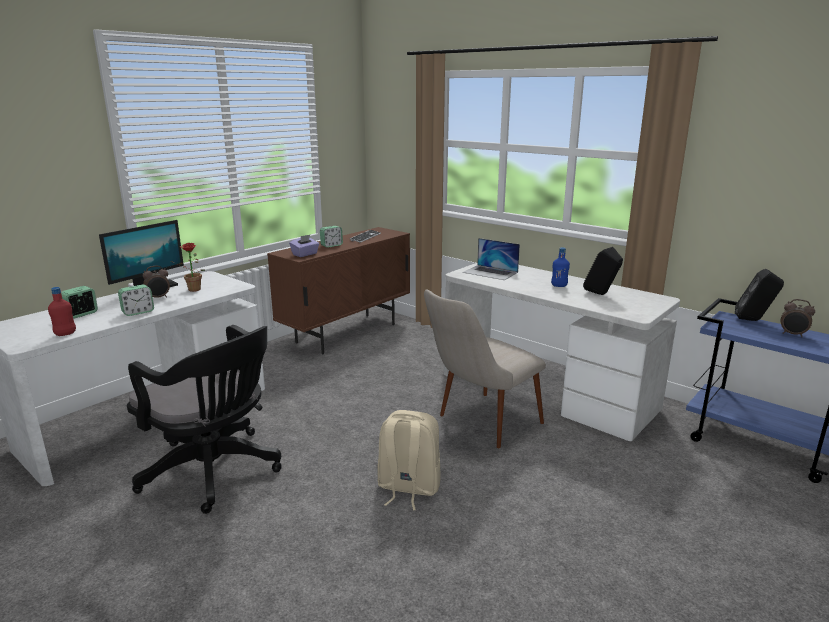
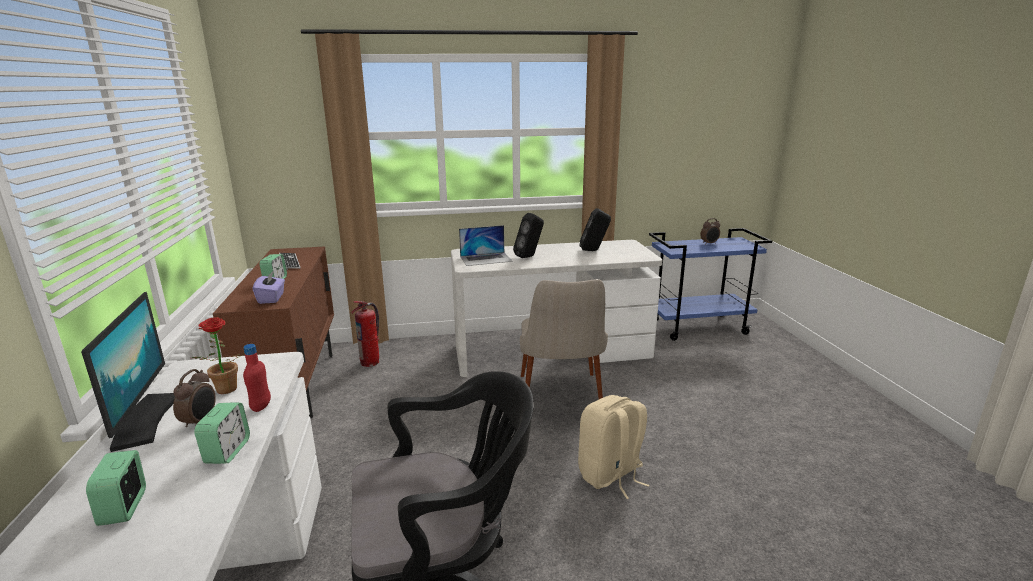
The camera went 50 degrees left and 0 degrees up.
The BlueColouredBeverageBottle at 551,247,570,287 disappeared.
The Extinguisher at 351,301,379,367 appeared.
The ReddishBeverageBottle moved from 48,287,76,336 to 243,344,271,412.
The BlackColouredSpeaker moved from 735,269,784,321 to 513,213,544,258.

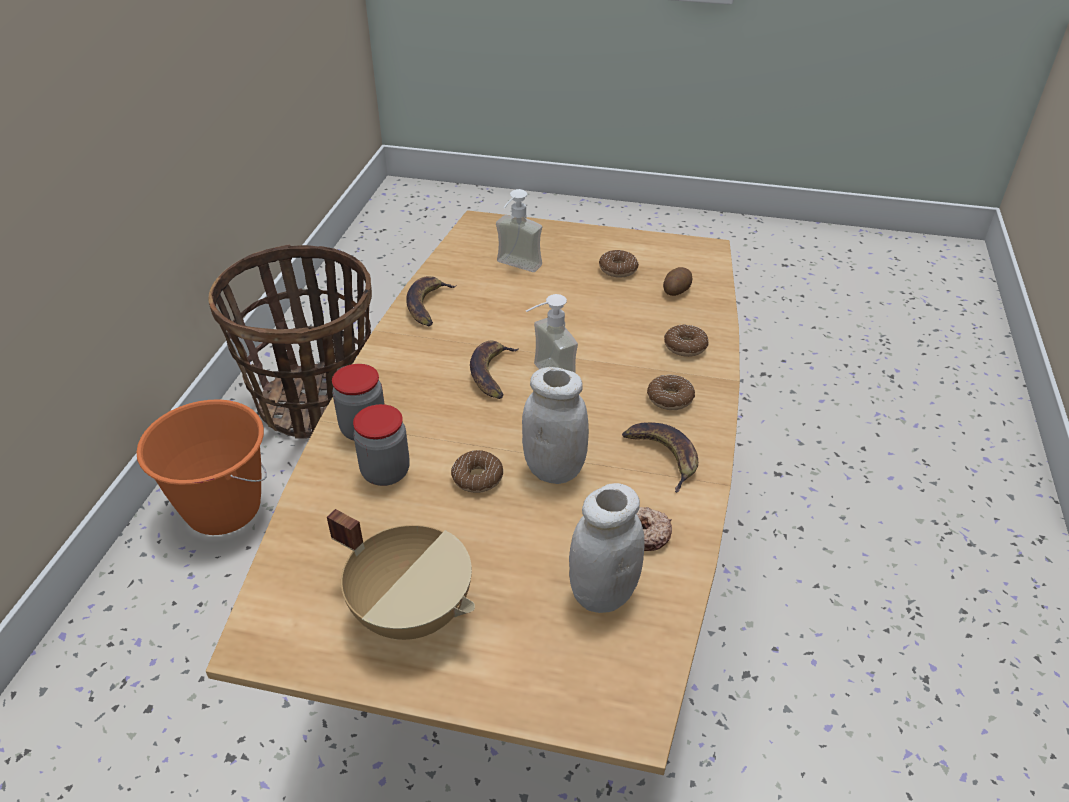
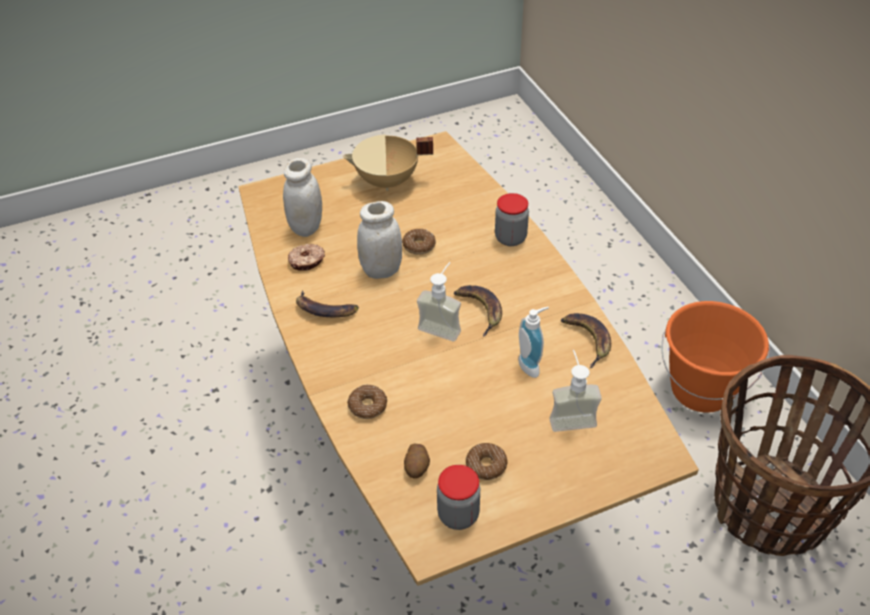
The camera went 145 degrees right and 5 degrees up.
The Doughnut at 647,375,695,410 disappeared.
The SoapBottle at 518,307,549,378 appeared.
The StorageJar moved from 353,404,410,486 to 437,465,480,530.

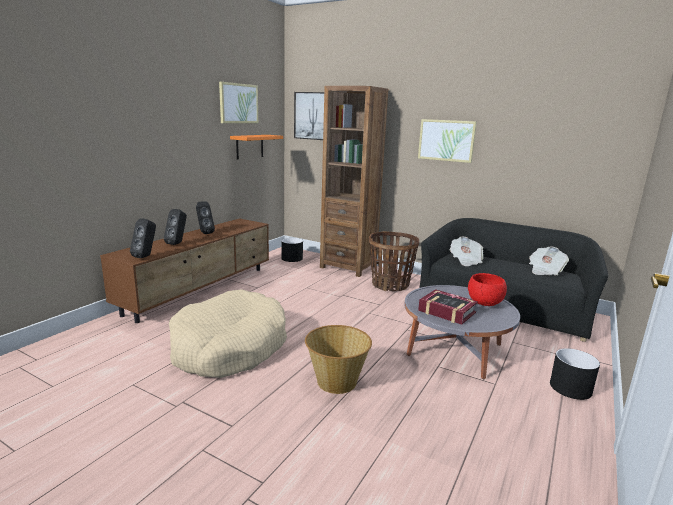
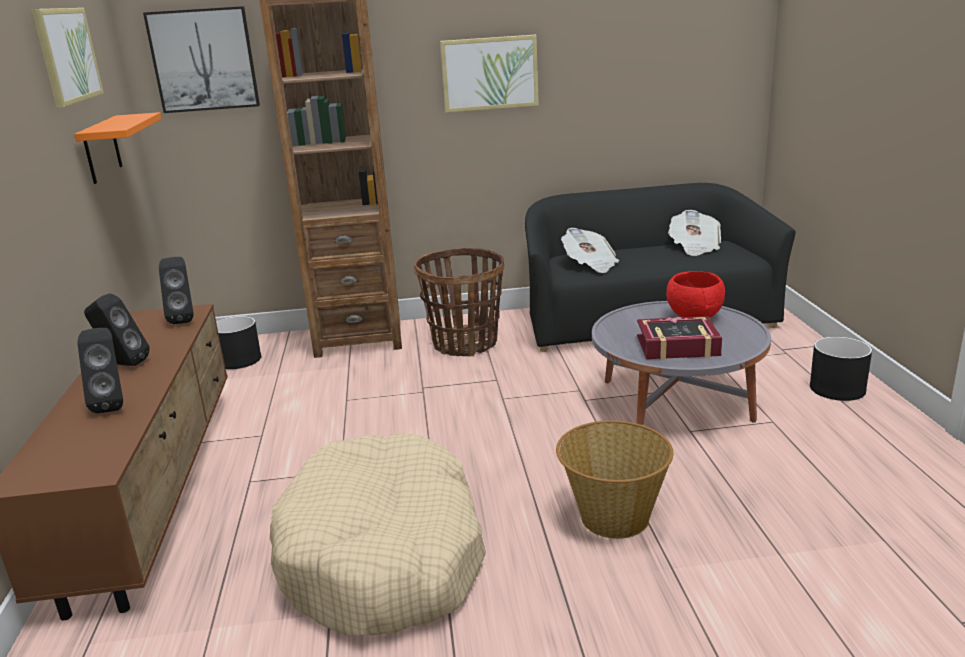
The camera went 35 degrees left and 5 degrees up.
The BlackColouredSpeaker moved from 130,218,156,258 to 159,257,194,324.

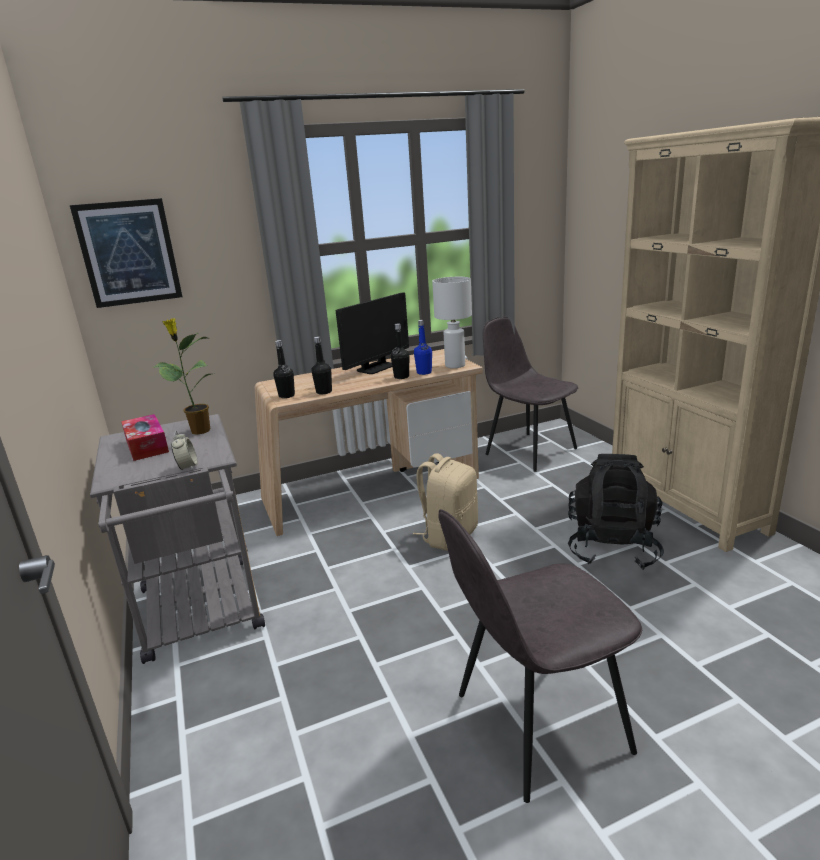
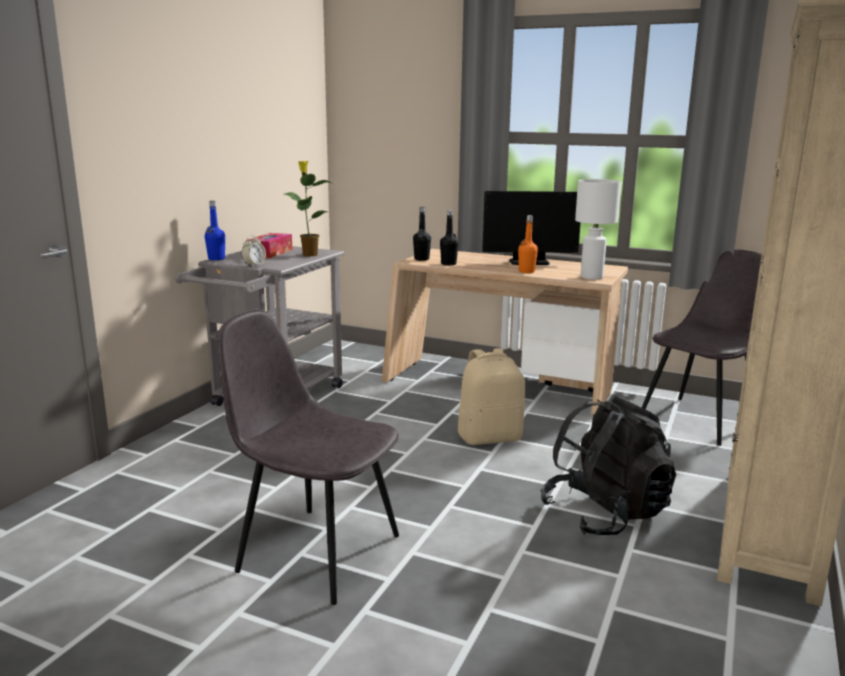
The camera went 45 degrees right and 5 degrees down.
The Picture at 70,198,182,308 disappeared.
The BlueColouredBeverageBottle moved from 414,320,432,375 to 205,201,225,260.
The BlackColouredBeverageBottle at 391,324,409,379 became the OrangeBeverageBottle at 518,215,538,273.
The GreyPlainChair at 483,317,578,472 turned 45 degrees clockwise.

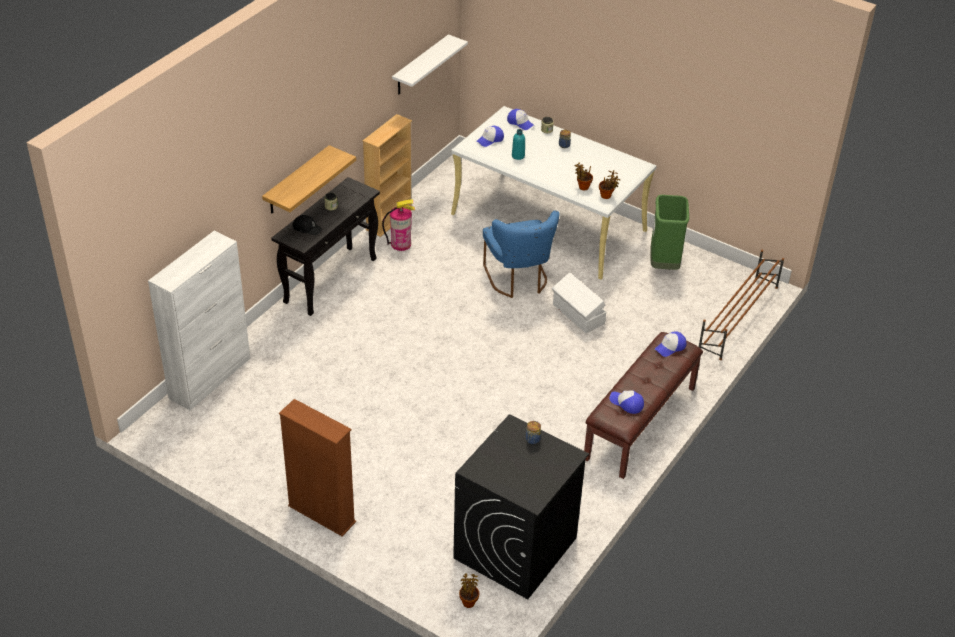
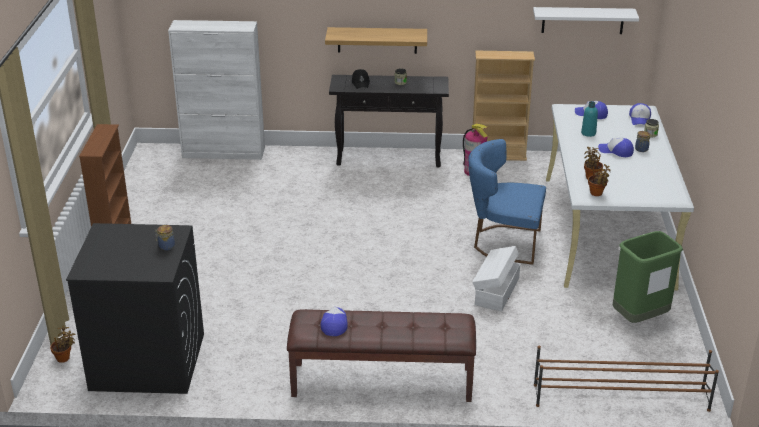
The camera went 60 degrees right and 10 degrees down.
The BaseballCap moved from 655,331,687,357 to 598,137,634,157.
The BlueColouredPlainChair at 483,210,559,298 turned 60 degrees clockwise.

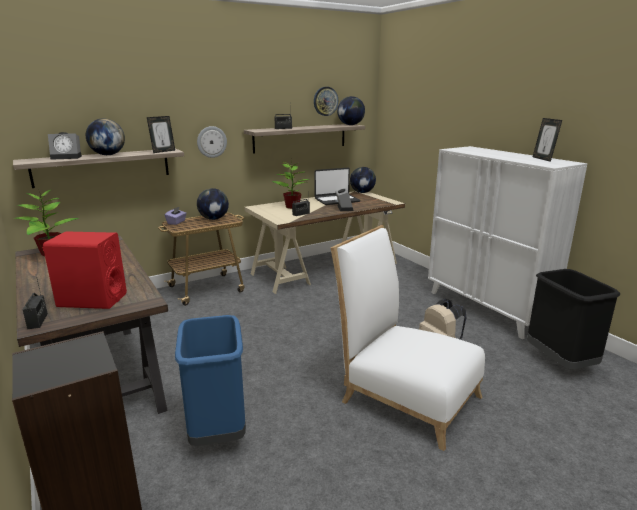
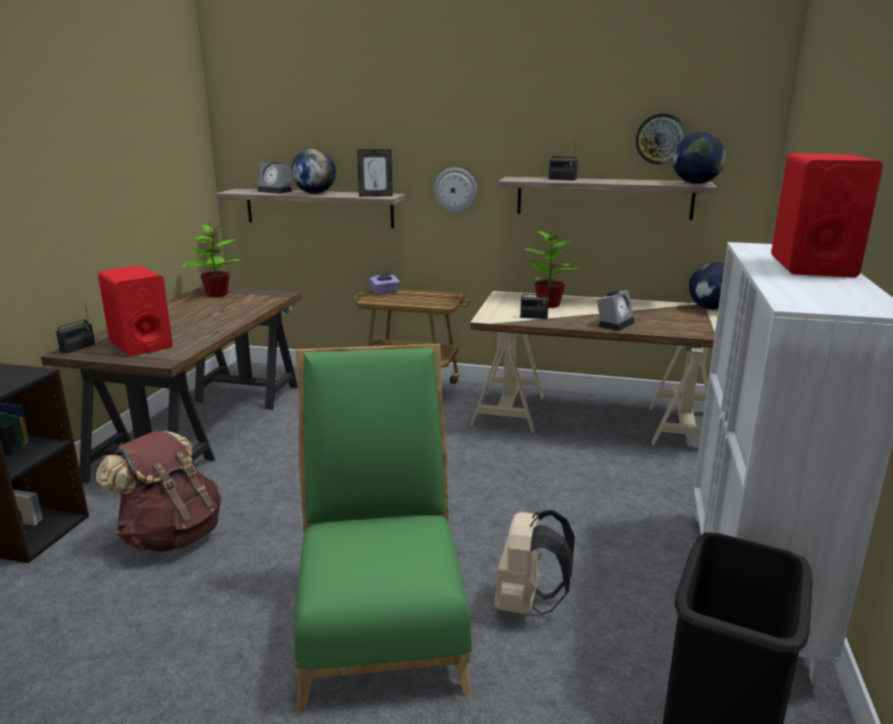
The camera went 45 degrees right and 0 degrees up.
The Globe at 197,188,229,220 disappeared.
The Laptop at 314,168,360,205 disappeared.
The PhotoFrame at 533,118,562,162 disappeared.
The ReddishSpeaker at 771,153,883,277 appeared.
The BlueColouredRubbishBin at 175,315,246,446 was replaced by the BrownishRucksack at 96,430,221,552.
The WhitishPlainChair at 331,225,485,451 became the GreenColouredPlainChair at 294,344,472,713.

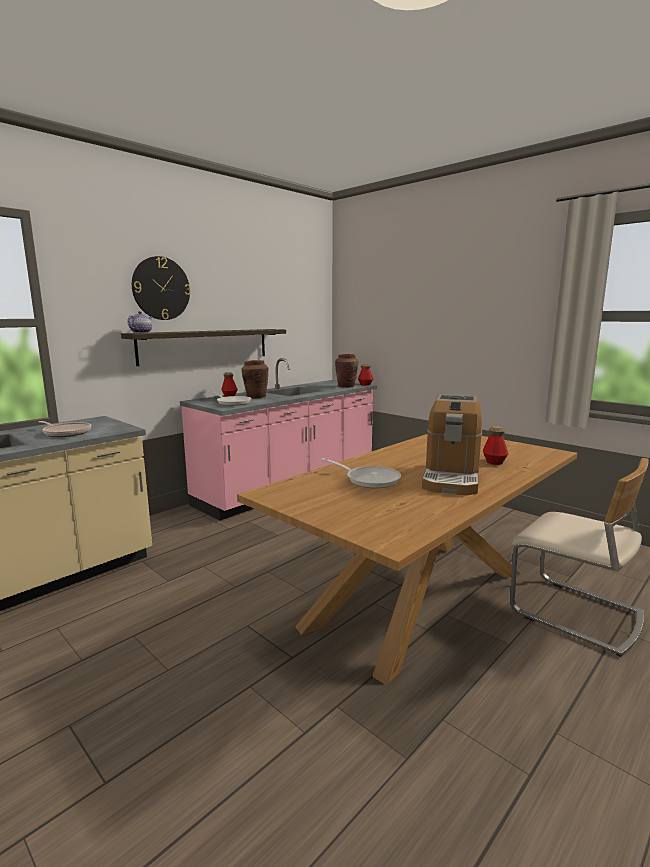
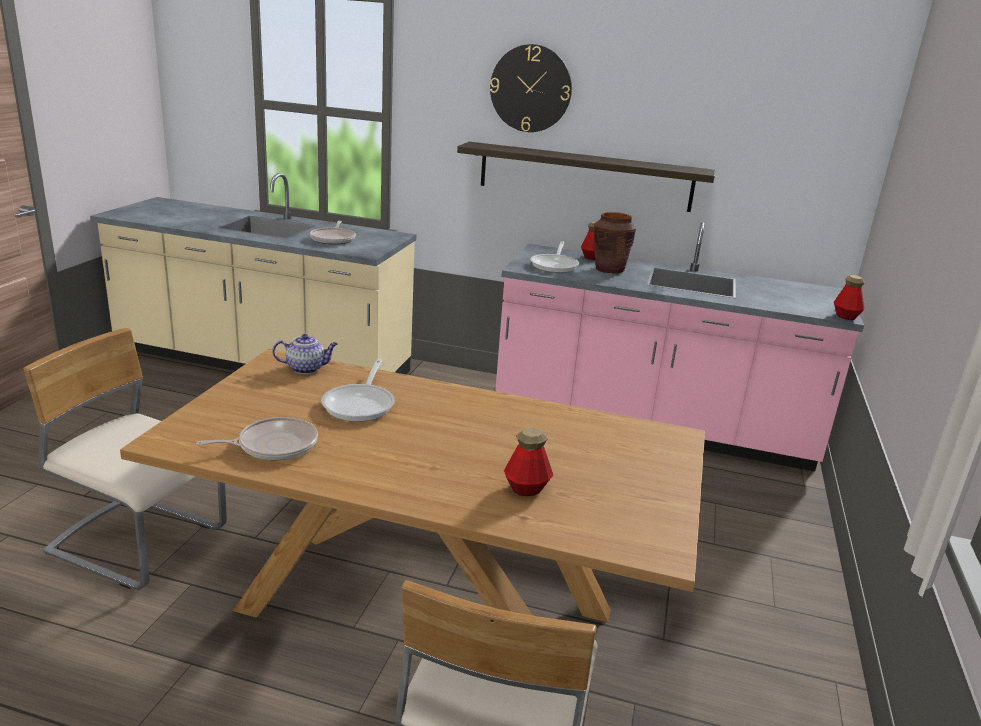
The camera went 60 degrees right and 10 degrees up.
The BrownishFlowerVase at 335,354,359,388 disappeared.
The CoffeeBrewer at 422,395,482,496 disappeared.
The SandColouredPlainChair at 23,328,227,590 appeared.
The Skillet at 196,417,318,460 appeared.
The PotForTea moved from 127,311,152,333 to 273,334,338,374.

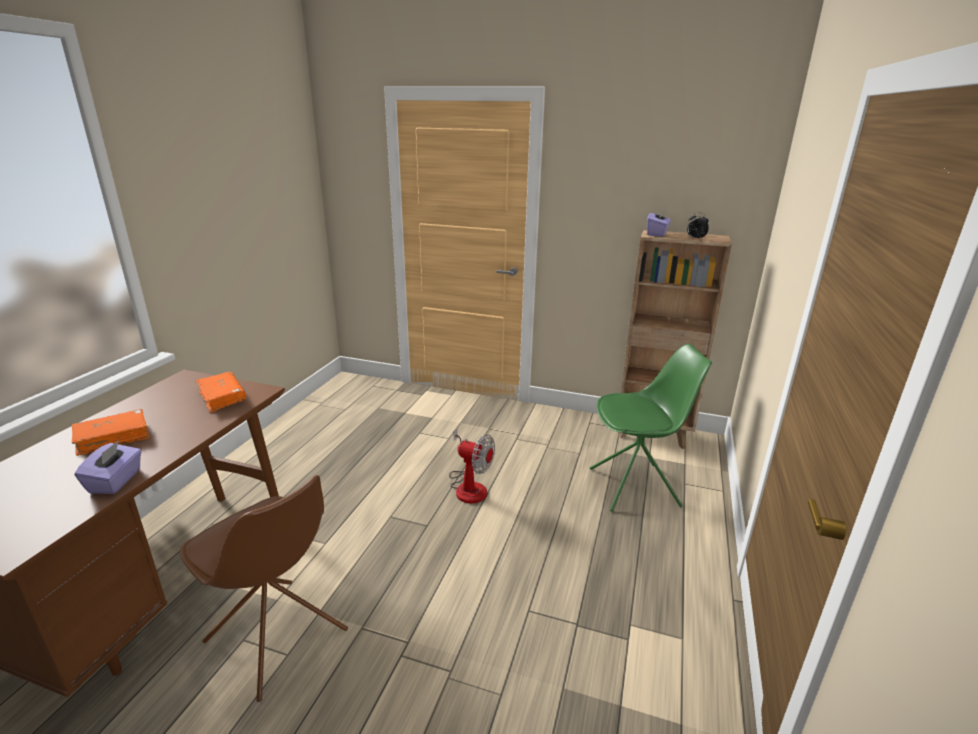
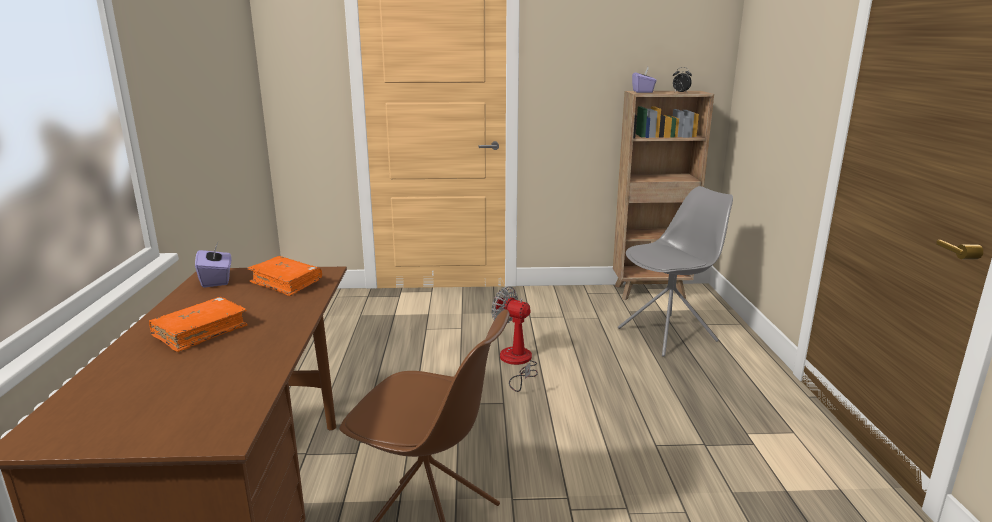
The camera went 20 degrees left and 5 degrees down.
The PurpleColouredTissueBox moved from 75,440,142,494 to 195,242,231,288.
The GreenColouredPlainChair at 590,344,712,512 became the GreyPlainChair at 618,186,733,357.
The ElectricFan at 449,429,495,503 turned 150 degrees counterclockwise.

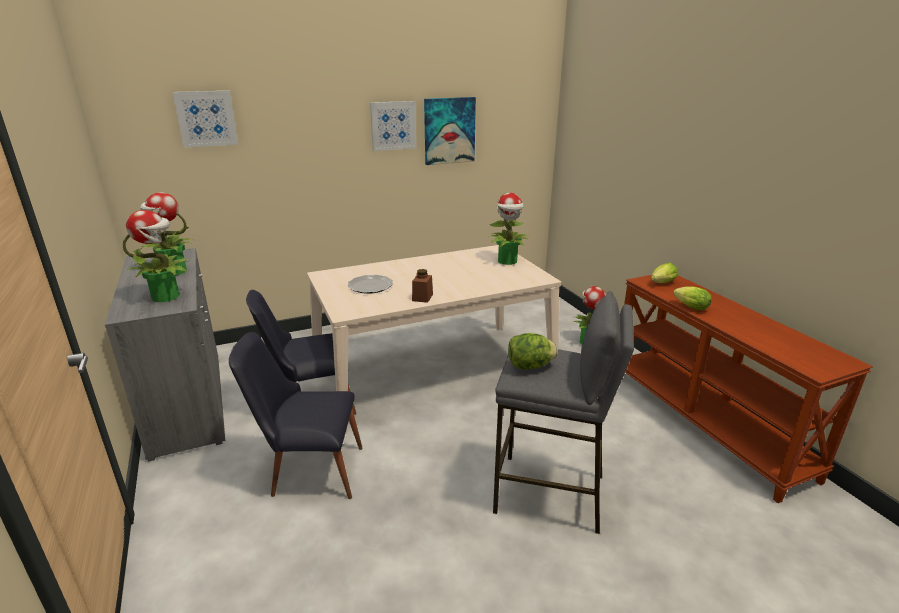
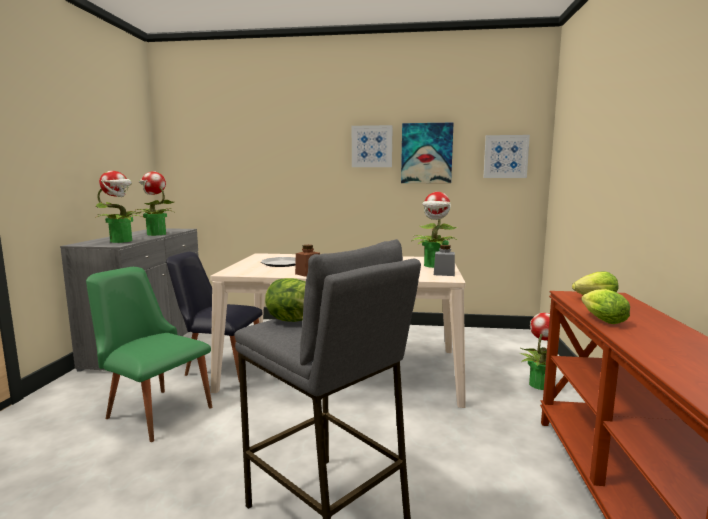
The camera went 30 degrees right and 15 degrees down.
The GreyStorageJar at 434,245,455,276 appeared.
The Picture moved from 172,91,238,148 to 483,135,530,178.
The BlackColouredPlainChair at 229,332,363,499 became the GreenColouredPlainChair at 86,267,212,442.

